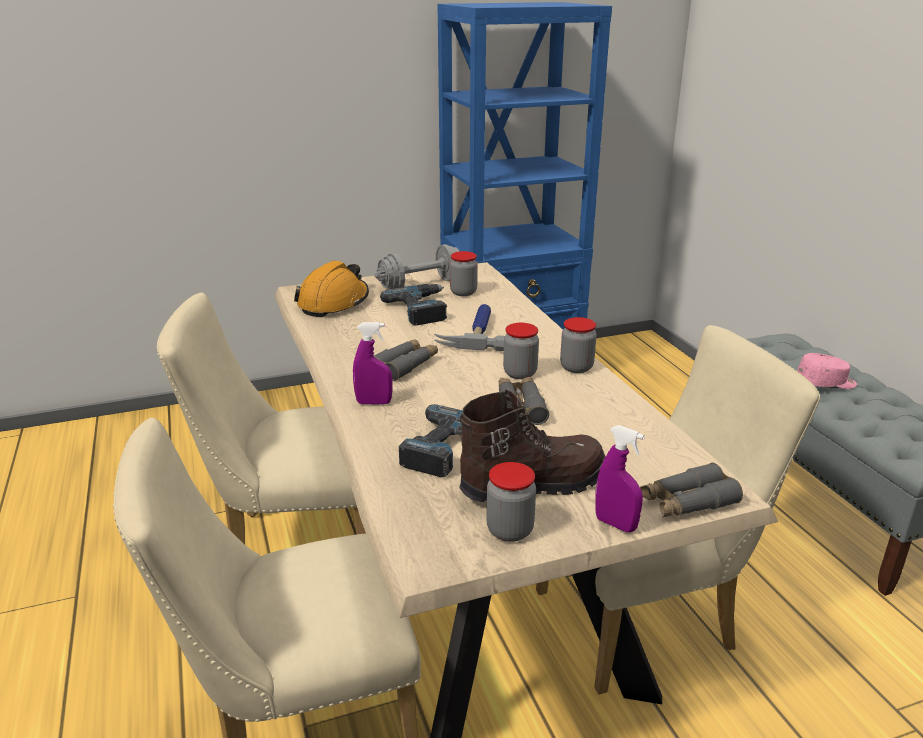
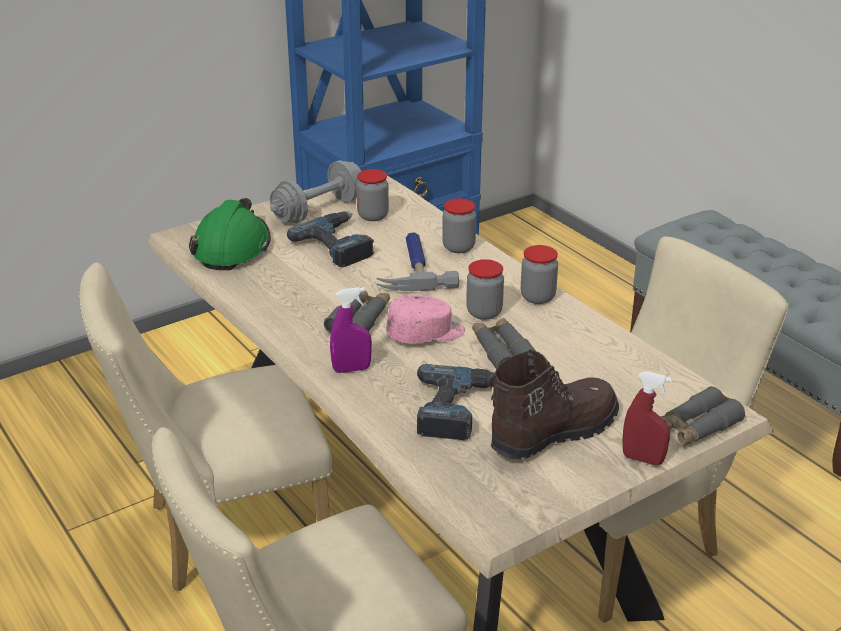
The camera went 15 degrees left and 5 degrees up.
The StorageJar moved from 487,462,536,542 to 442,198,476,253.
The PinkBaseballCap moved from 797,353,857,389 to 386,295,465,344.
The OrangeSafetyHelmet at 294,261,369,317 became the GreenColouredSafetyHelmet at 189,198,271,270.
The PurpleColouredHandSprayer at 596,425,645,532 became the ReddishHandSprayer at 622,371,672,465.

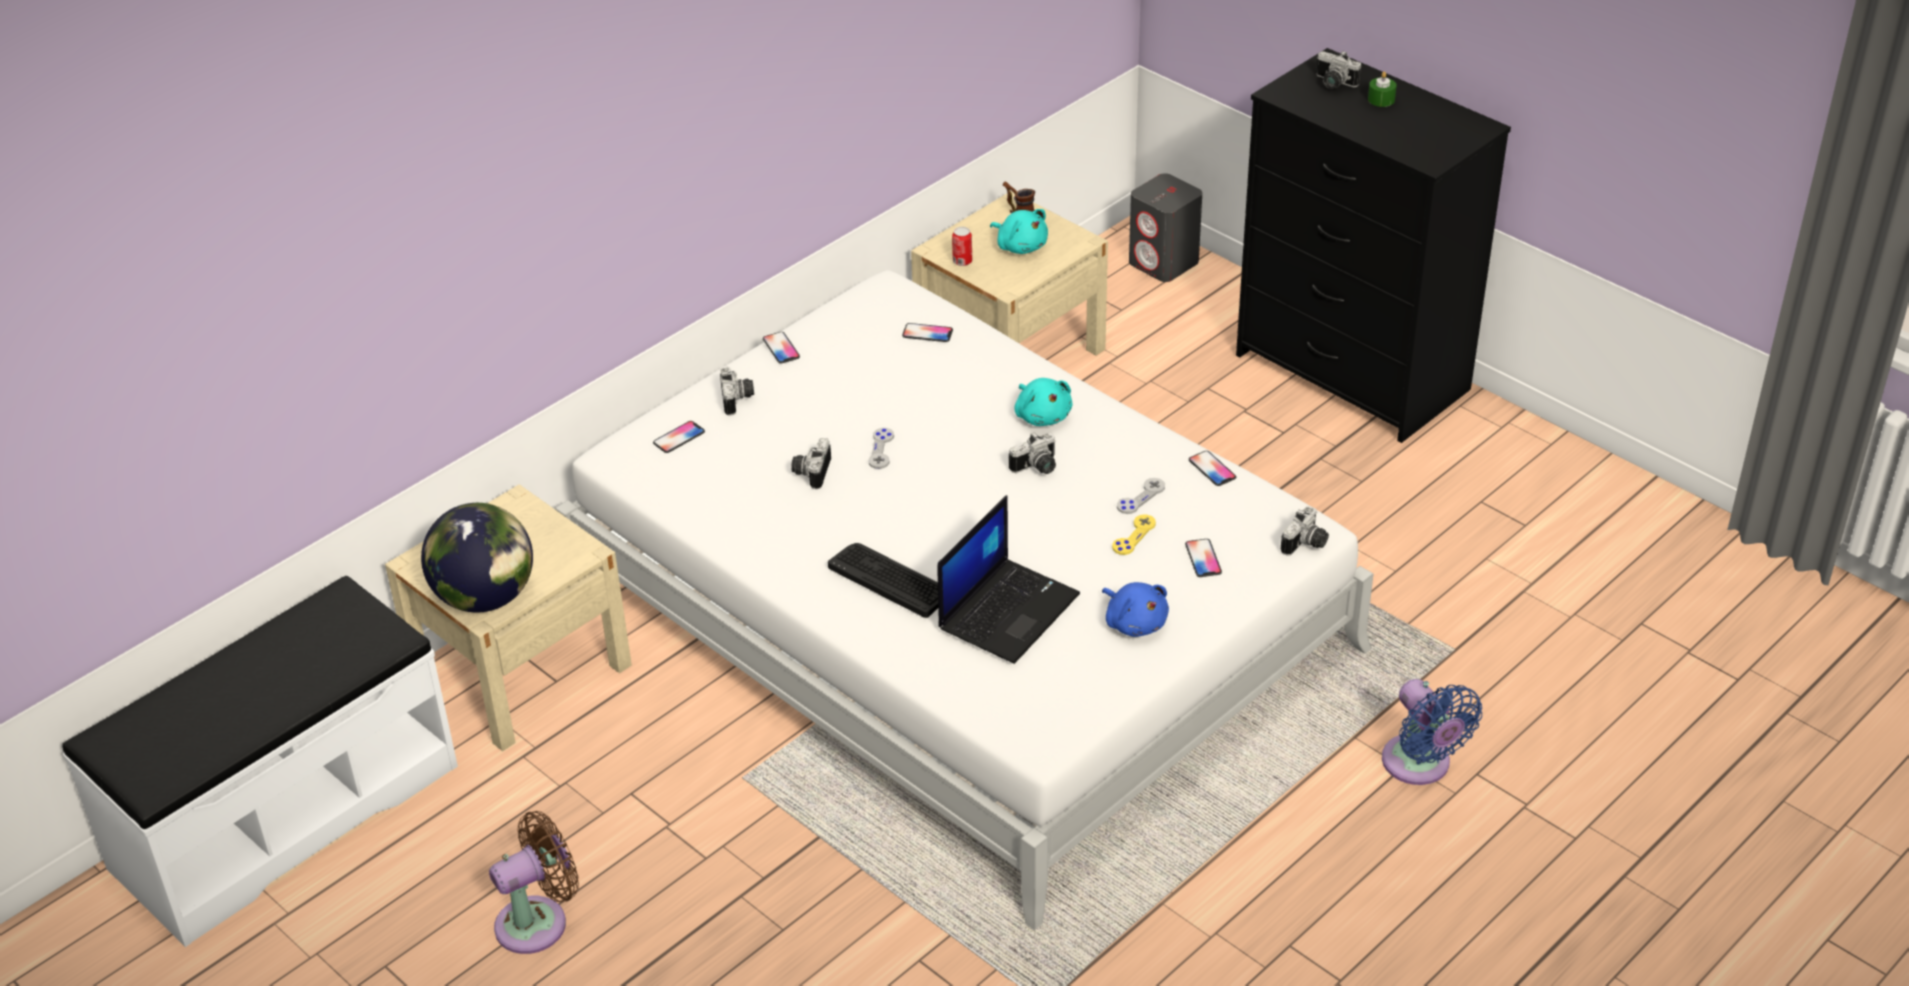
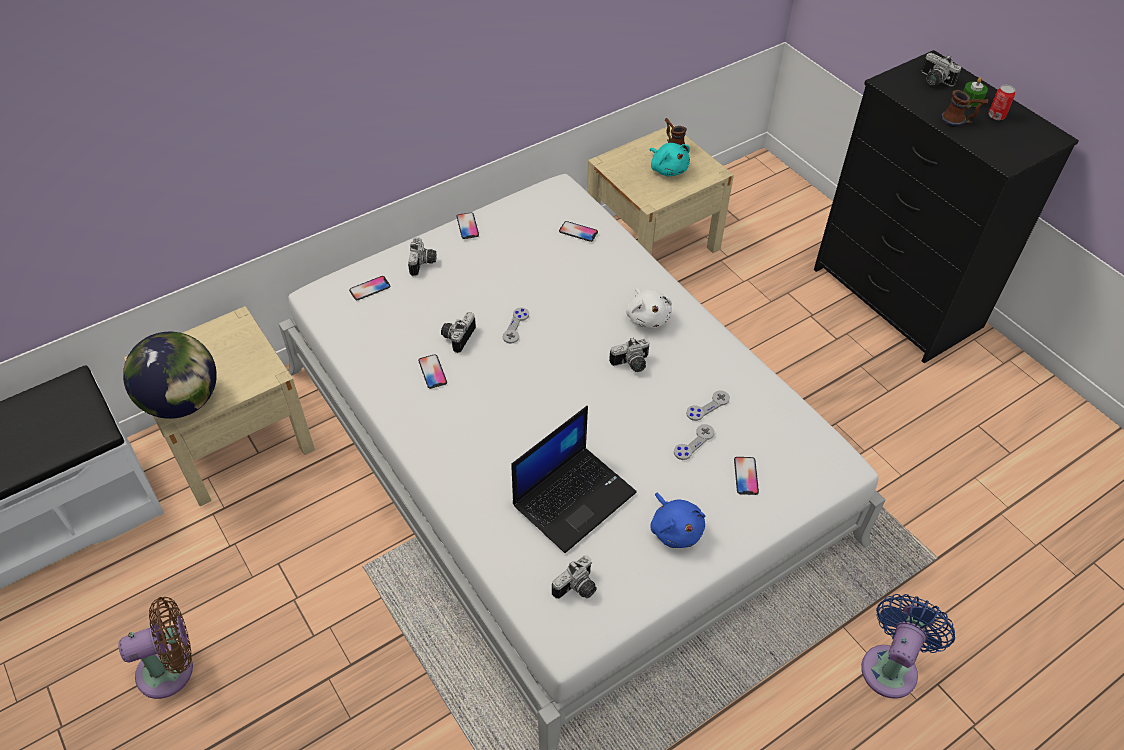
The camera went 10 degrees right and 10 degrees up.
The Keyboard at 828,543,938,618 disappeared.
The GreySpeaker at 1129,173,1202,282 disappeared.
The TeaMug at 941,90,988,127 appeared.
The Can moved from 952,227,972,266 to 988,85,1015,120.
The Phone moved from 1189,451,1236,486 to 418,354,447,389.
The PhotoCamera moved from 1281,506,1329,556 to 552,555,597,599.
The TurquoiseSoftToy at 1015,378,1072,426 became the WhitishSoftToy at 626,288,672,328.
The YellowishGamepad at 1112,514,1156,555 became the GreyGamepad at 674,424,714,460.
The BlueColouredElectricFan at 1382,679,1482,785 turned 135 degrees counterclockwise.

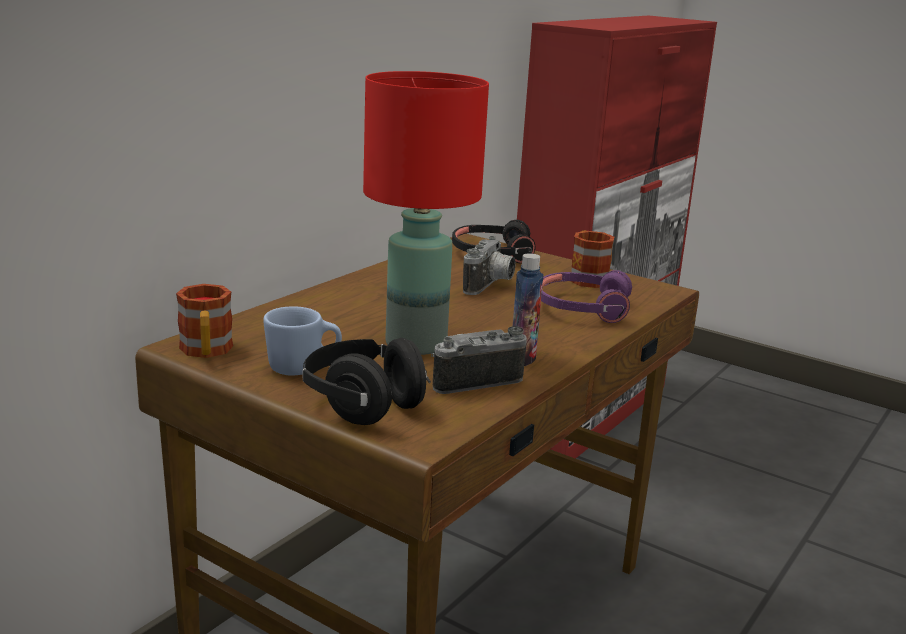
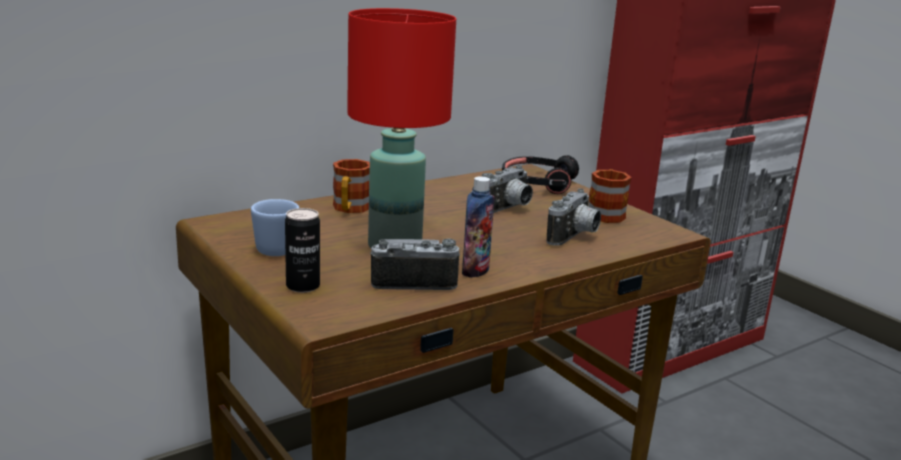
The camera went 20 degrees right and 0 degrees up.
The TeaMug moved from 176,284,233,358 to 333,159,370,213.
The BlackColouredHeadset at 303,338,431,425 was replaced by the Can at 285,208,320,293.
The PurpleColouredHeadset at 541,270,632,323 was replaced by the PhotoCamera at 546,189,601,246.

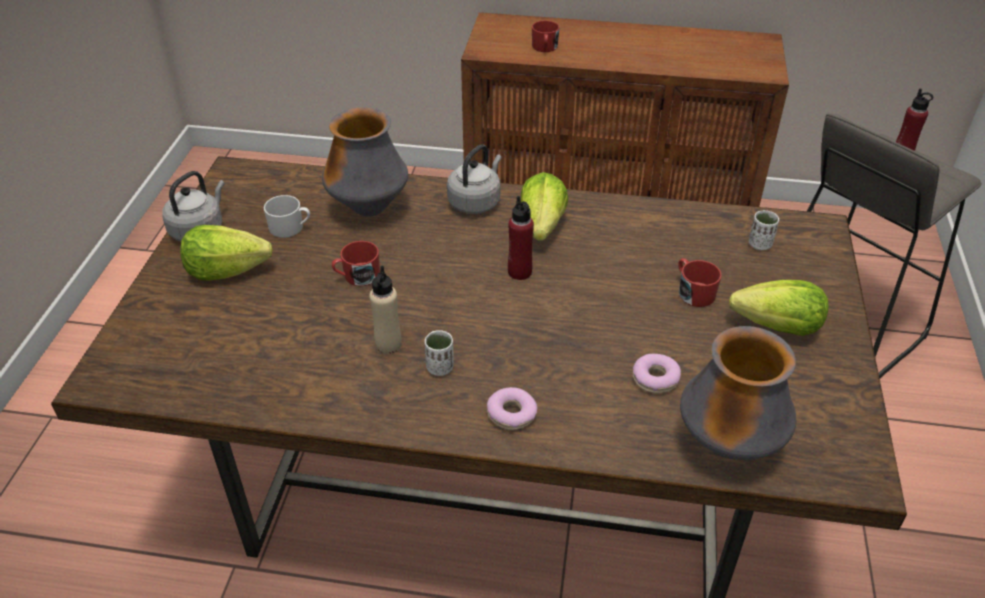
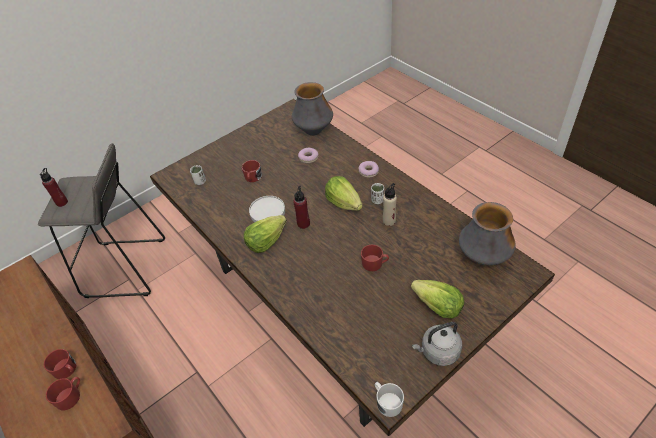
The camera went 135 degrees left and 5 degrees up.
The GreyKettle at 447,144,502,214 disappeared.
The ReddishTeaMug at 44,349,76,379 appeared.
The WhitishDinnerPlate at 249,196,285,222 appeared.
The WhitishTeaMug moved from 264,195,310,238 to 375,382,404,417.
The FlowerVase moved from 322,107,408,217 to 459,202,516,265.
The LettuceHead moved from 729,280,828,336 to 325,176,363,211.

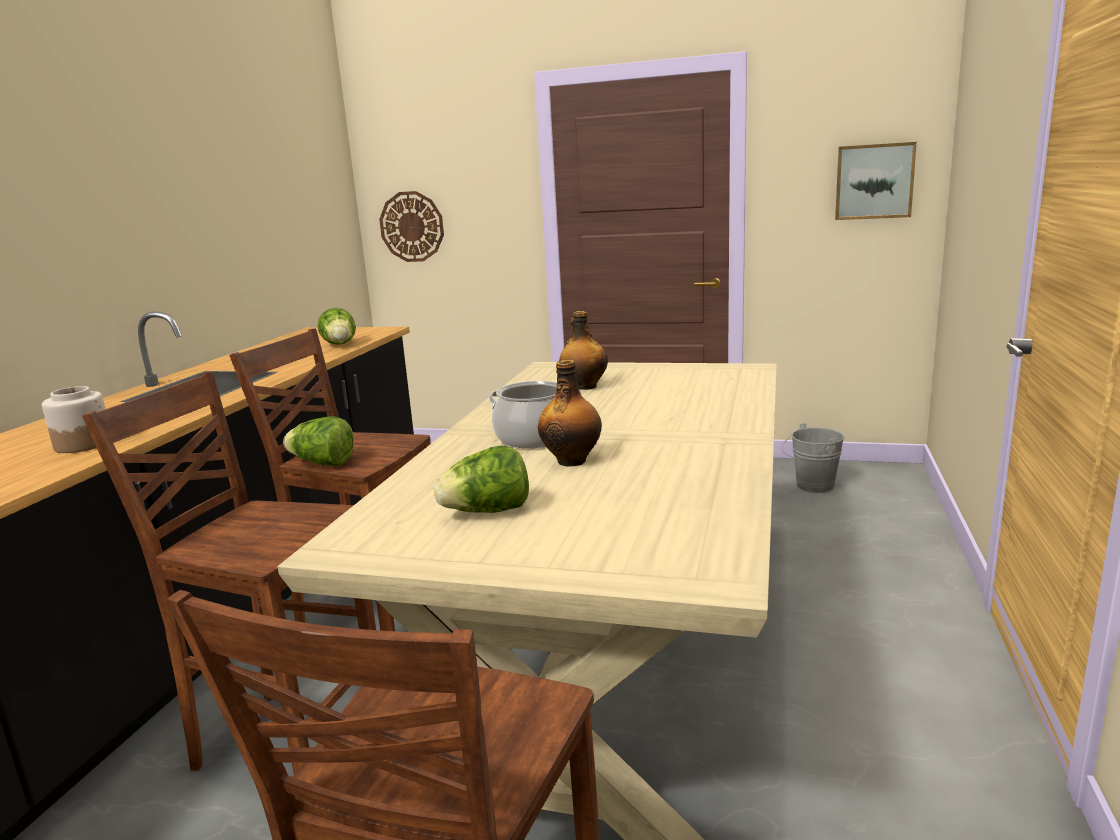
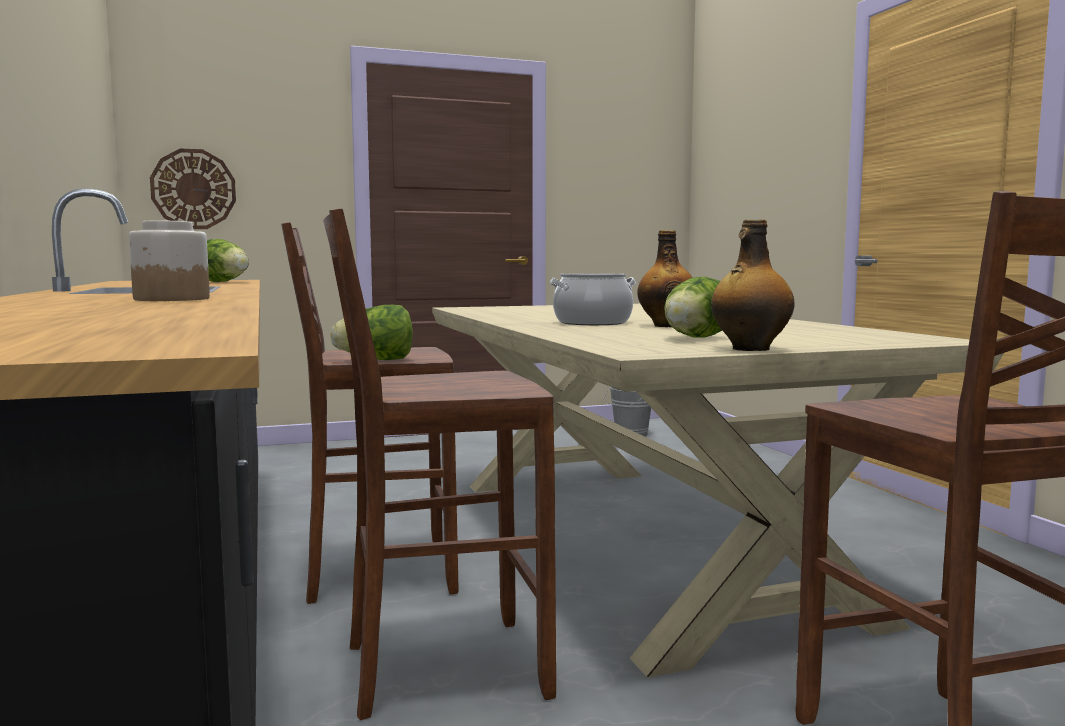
The camera went 35 degrees left and 10 degrees down.
The Picture at 835,142,917,220 disappeared.
The BeverageBottle moved from 559,311,608,390 to 711,219,795,351.

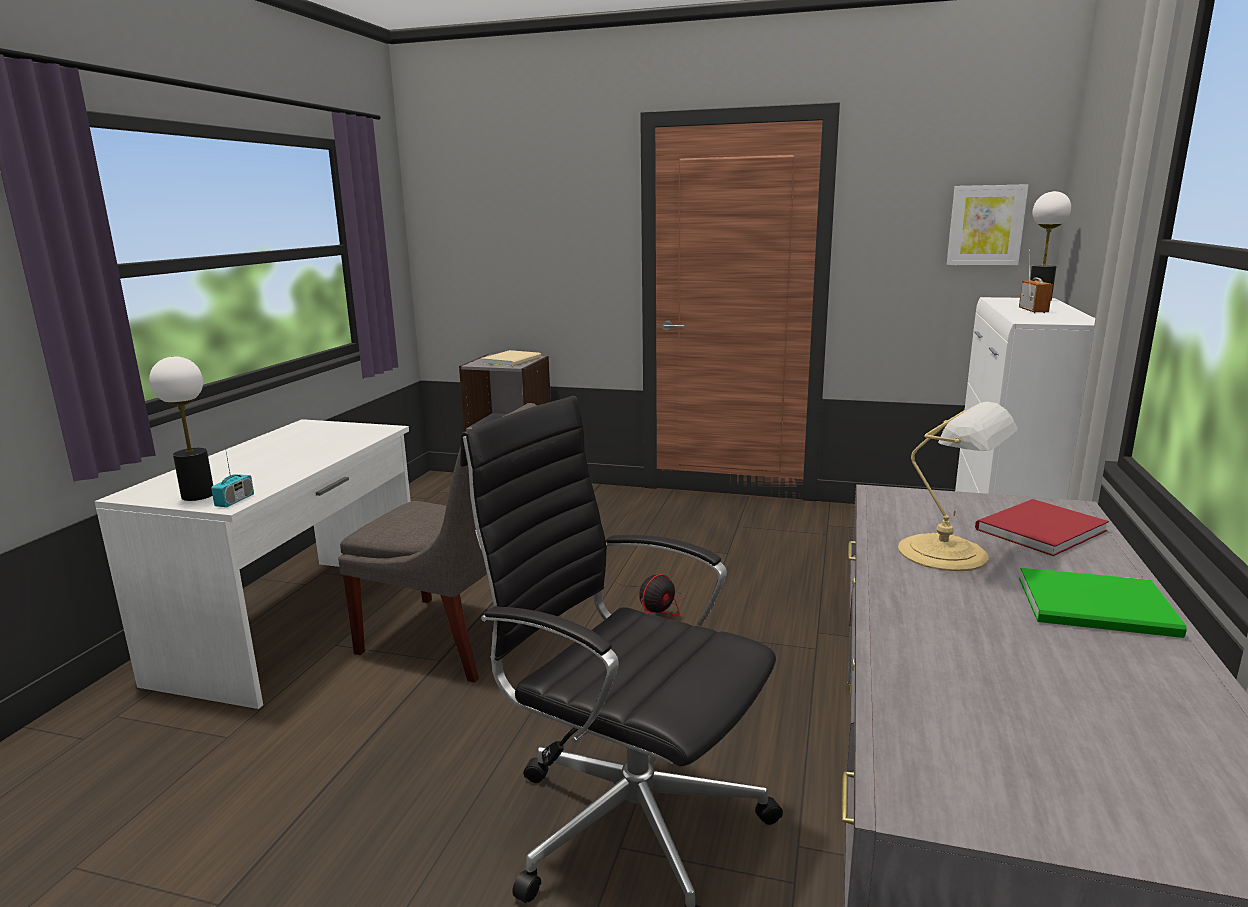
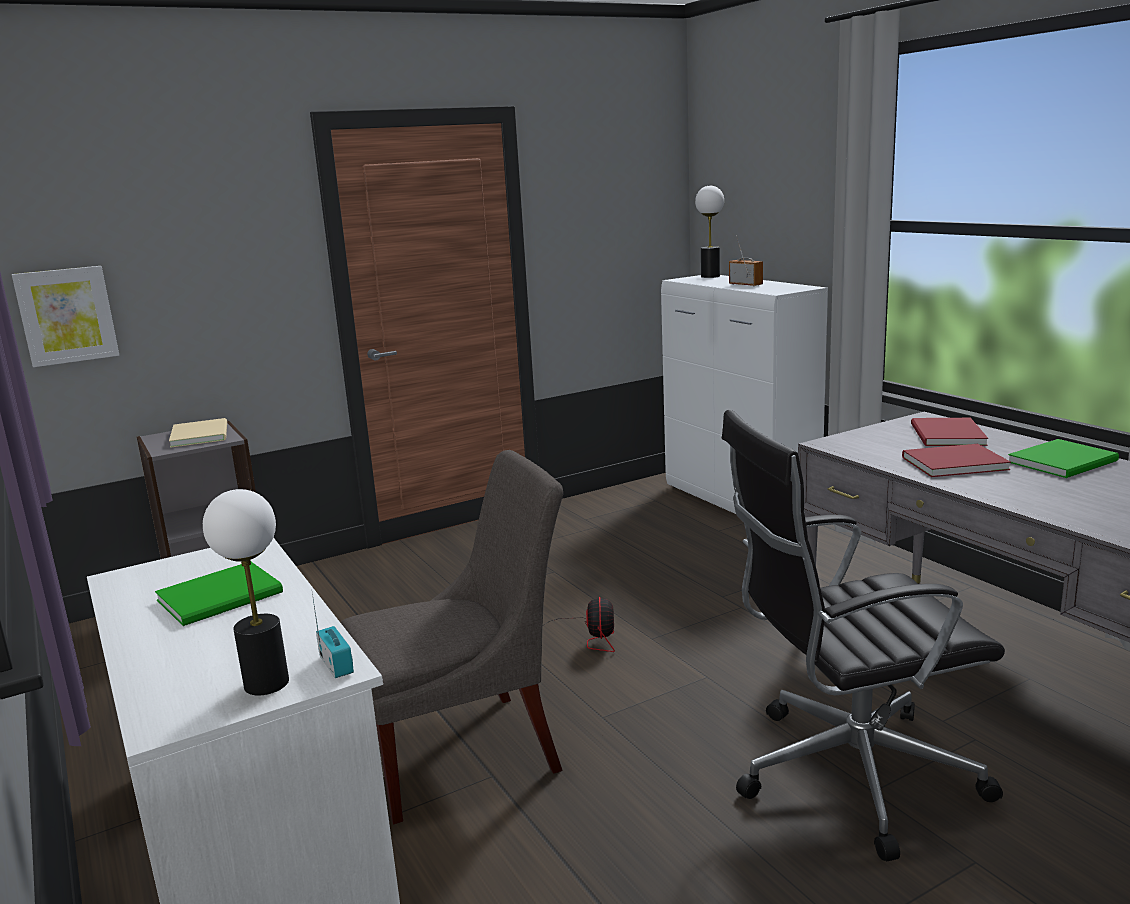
The camera went 45 degrees left and 0 degrees up.
The GreenColouredBoundBook at 155,562,283,626 appeared.
The Picture moved from 947,184,1029,265 to 12,266,119,367.
The TabletopLamp at 898,402,1018,571 was replaced by the ReddishBoundBook at 902,444,1011,477.

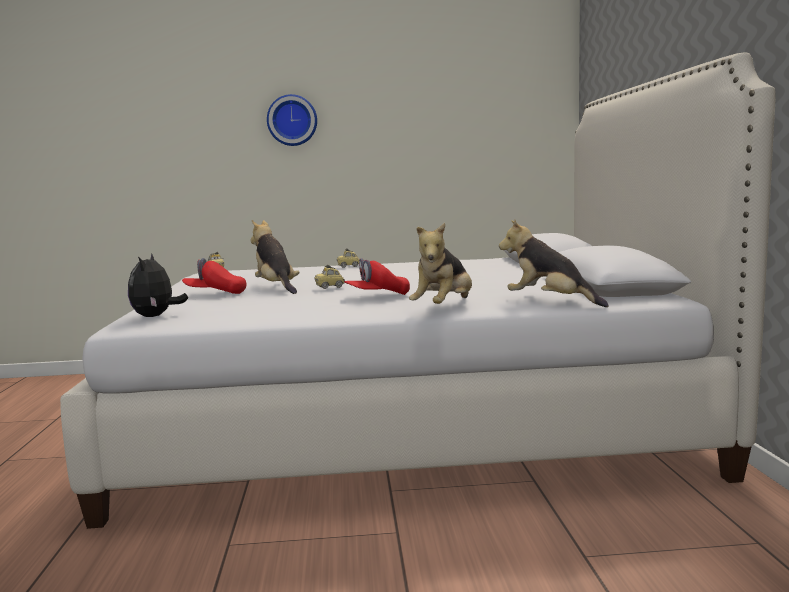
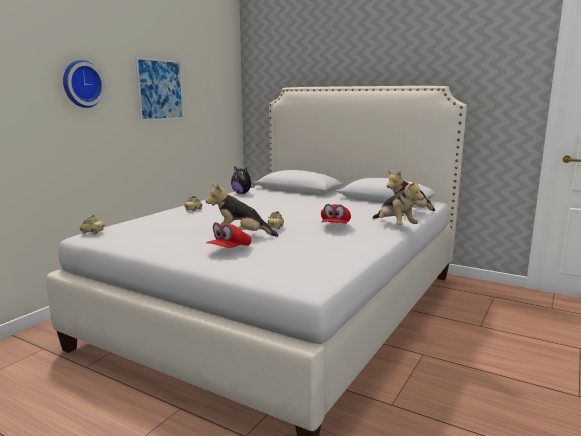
The camera went 55 degrees left and 5 degrees up.
The Picture at 135,57,184,121 appeared.
The SoftToy moved from 128,253,188,317 to 231,166,255,194.

